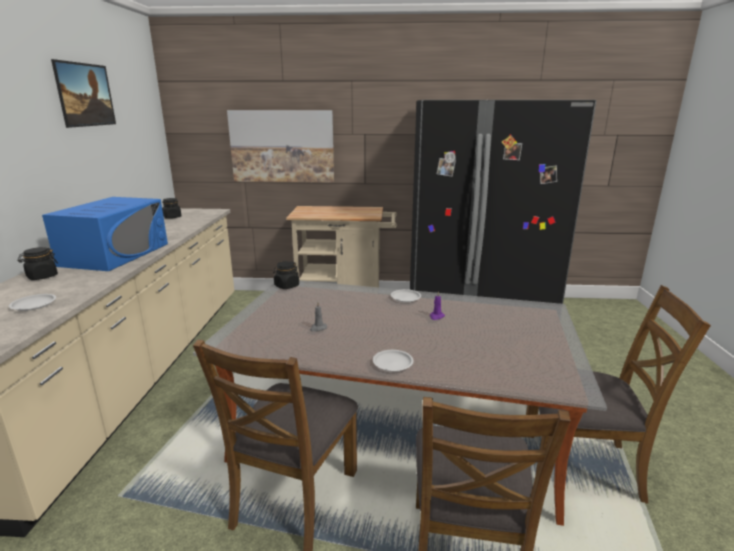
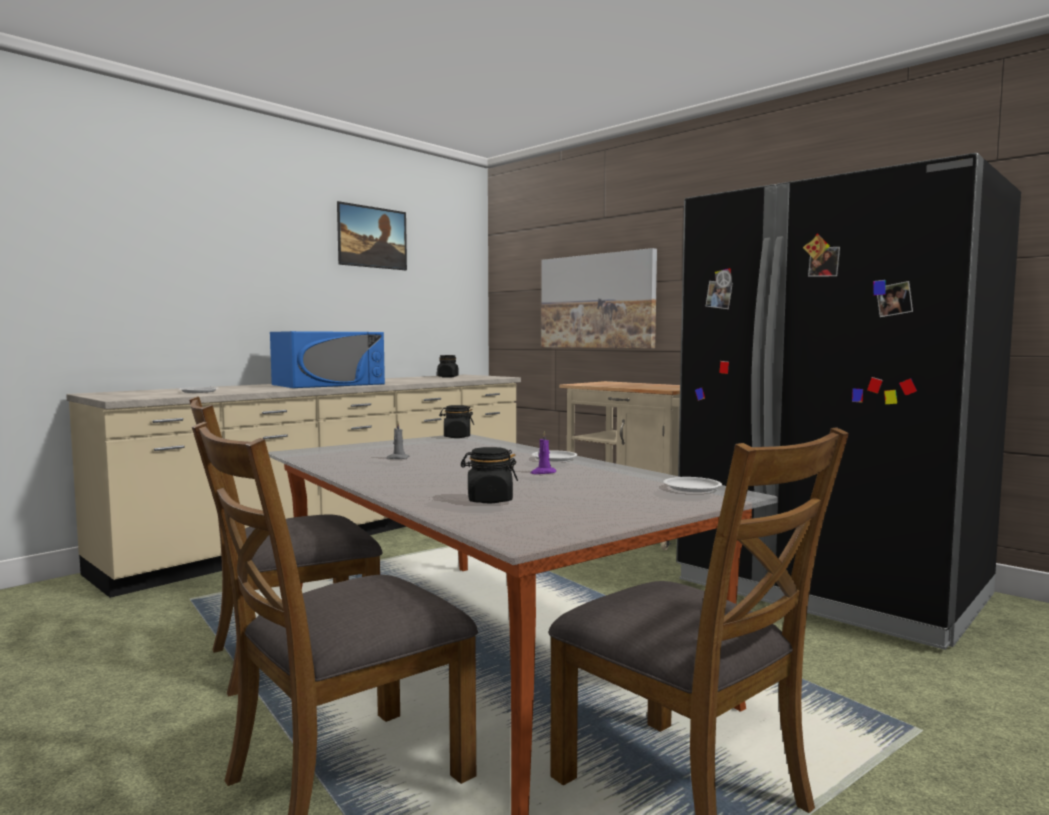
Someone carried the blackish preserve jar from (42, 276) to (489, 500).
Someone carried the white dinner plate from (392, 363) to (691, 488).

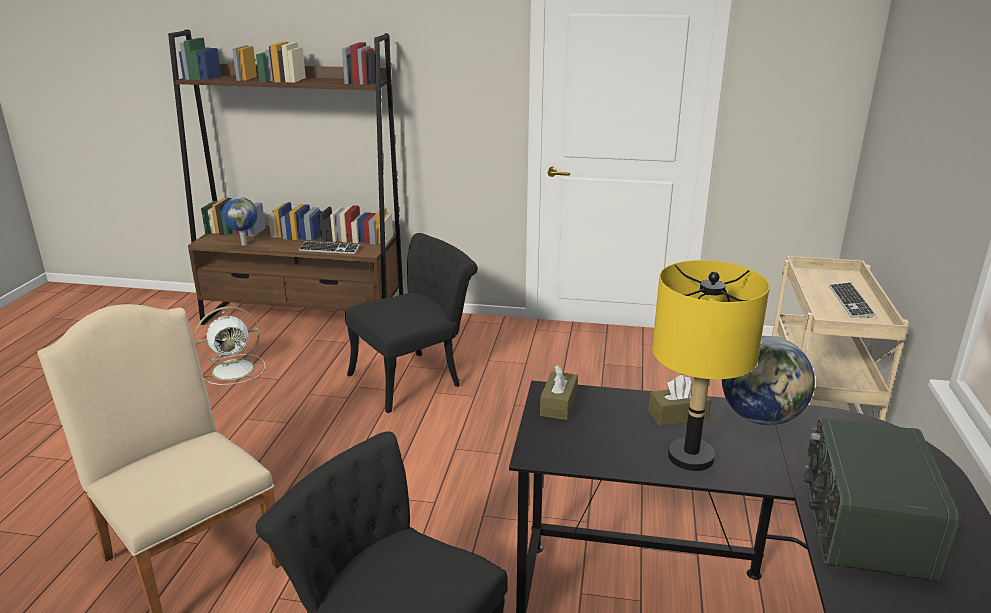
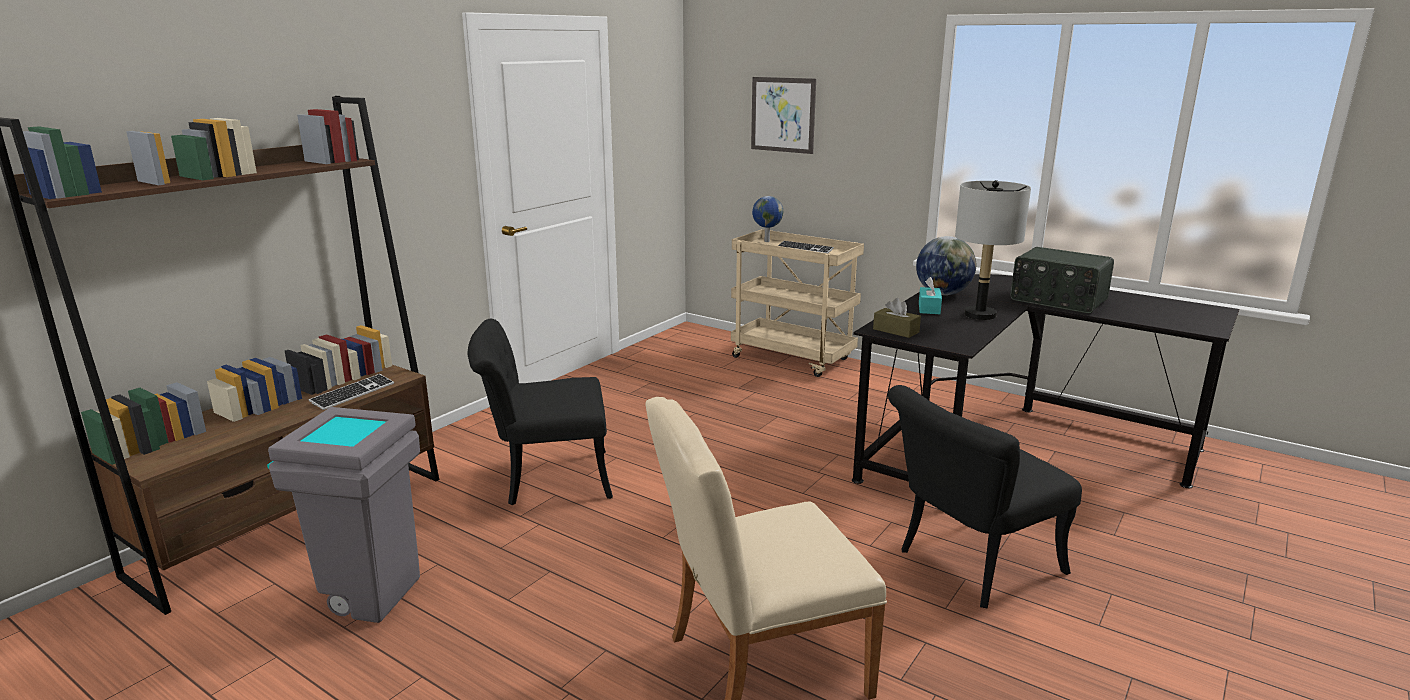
Someone swapped the white electric fan at (235, 369) for the greyish rubbish bin at (365, 595).
Someone carried the globe from (244, 244) to (766, 241).
Someone rotated the blackish upright chair at (415, 377) by 90 degrees counterclockwise.
Someone repainted the brownish tissue holder at (678, 415), which became the blue-green tissue holder at (929, 308).
Someone repainted the yellow tabletop lamp at (690, 456), which became the greyish tabletop lamp at (979, 315).
Someone put up the wall art at (783, 115).

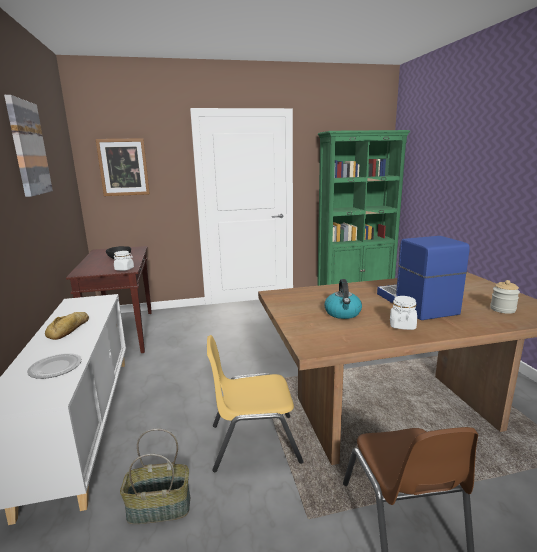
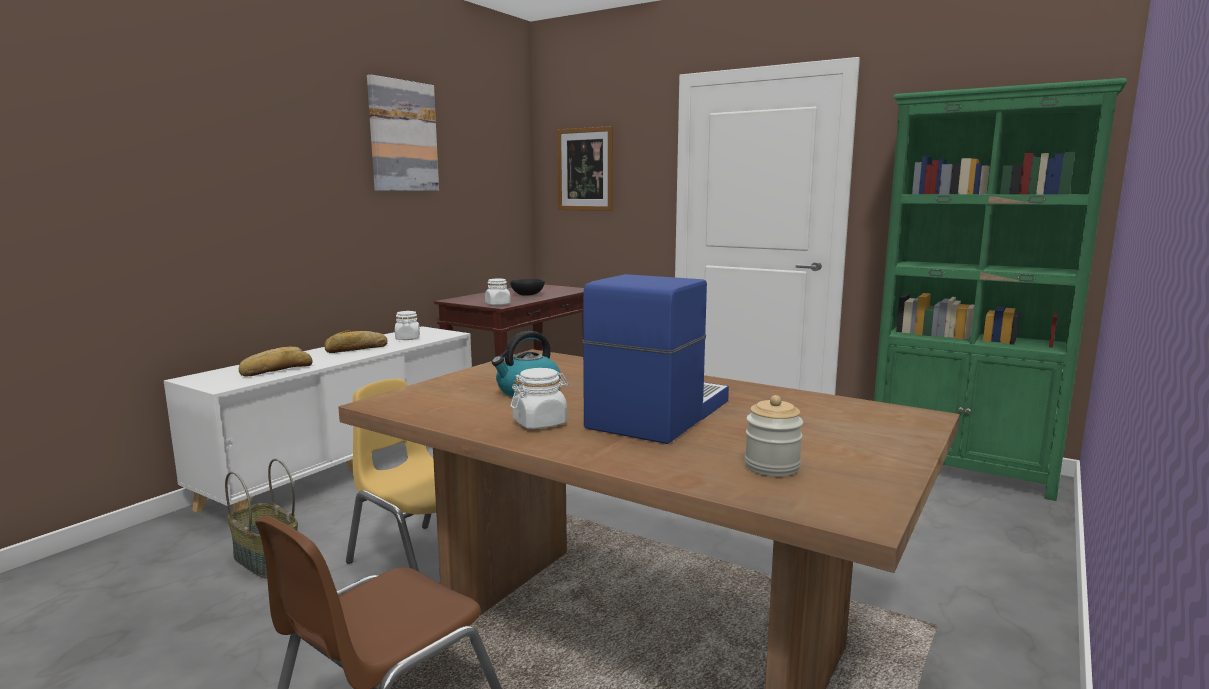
Someone swapped the dinner plate at (56, 367) for the baked bread at (275, 370).
Someone put down the white preserve jar at (407, 338).

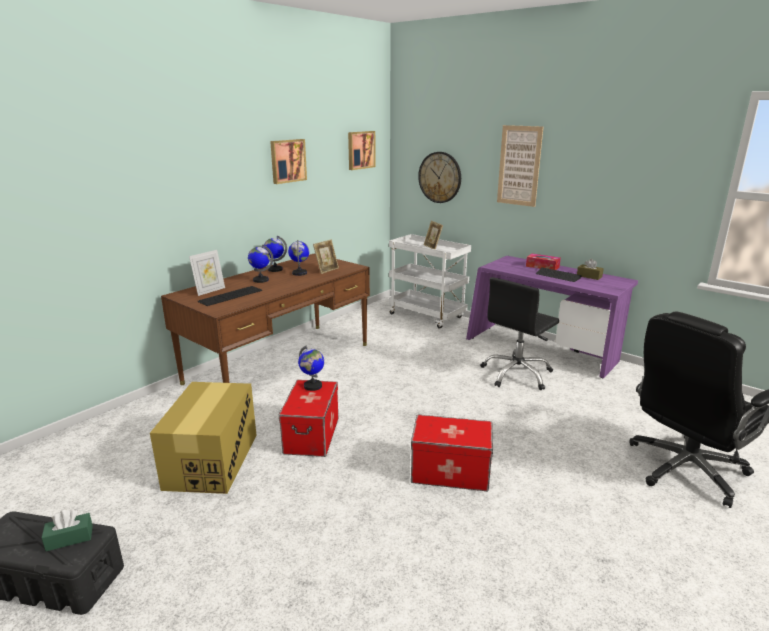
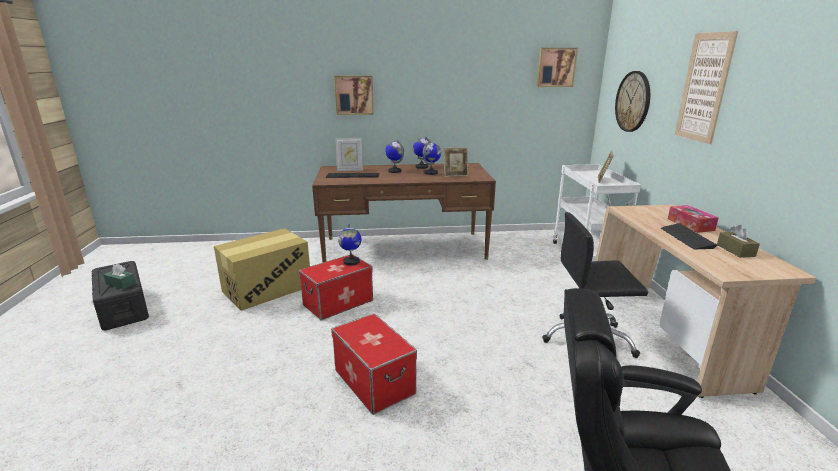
Someone carried the wall art from (287, 161) to (354, 95).
Someone repainted the purple-coloured desk at (541, 350), which became the beige desk at (664, 333).

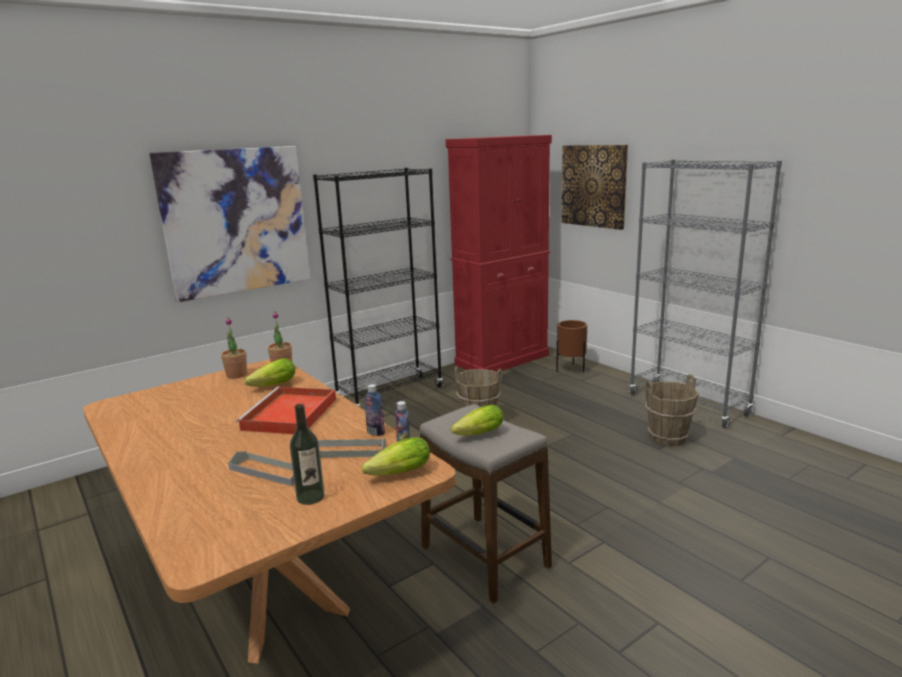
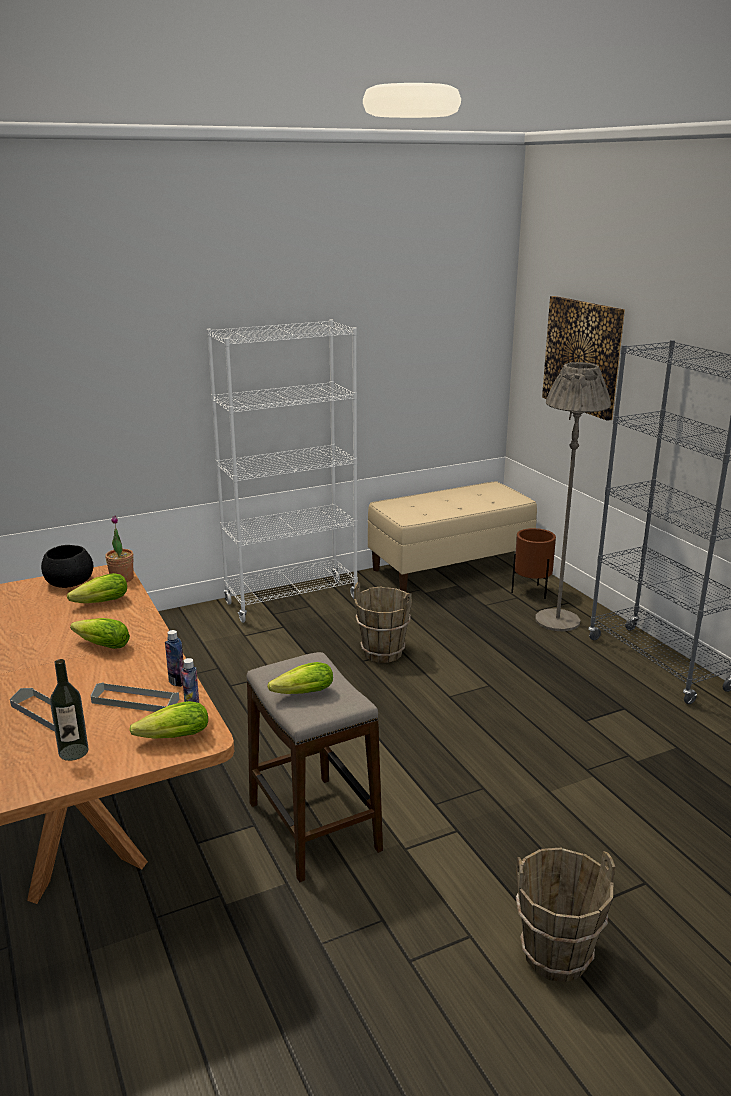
Someone took away the wall art at (236, 221).
Someone swapped the potted plant at (236, 375) for the blackish serving bowl at (70, 582).
Someone swapped the red serving tray at (289, 415) for the lettuce at (100, 645).
Someone repainted the blackish bookcase at (390, 394), which became the white bookcase at (292, 600).
Someone swapped the red storage cabinet at (502, 360) for the beige long seat at (450, 567).
Someone carried the brownish water bucket from (668, 438) to (556, 956).
Someone put down the greyish standard lamp at (557, 620).

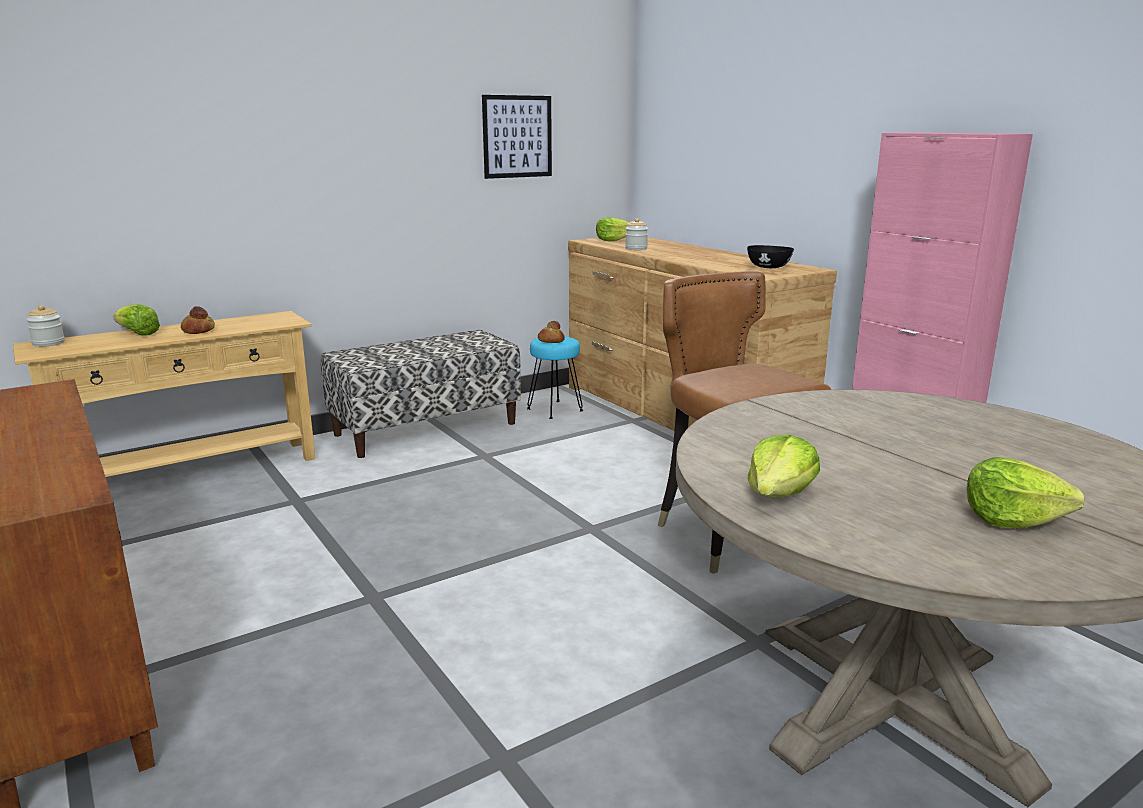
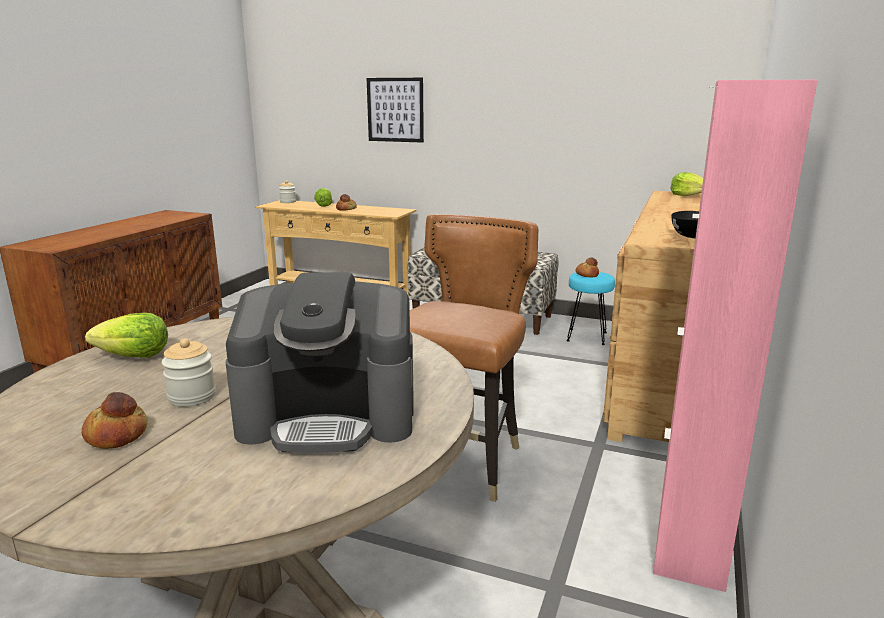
Someone carried the wall art from (517, 136) to (395, 110).
Someone carried the preserve jar from (636, 248) to (192, 396).
Someone swapped the lettuce at (1011, 519) for the baked bread at (118, 435).
Someone put down the coffee maker at (329, 416).

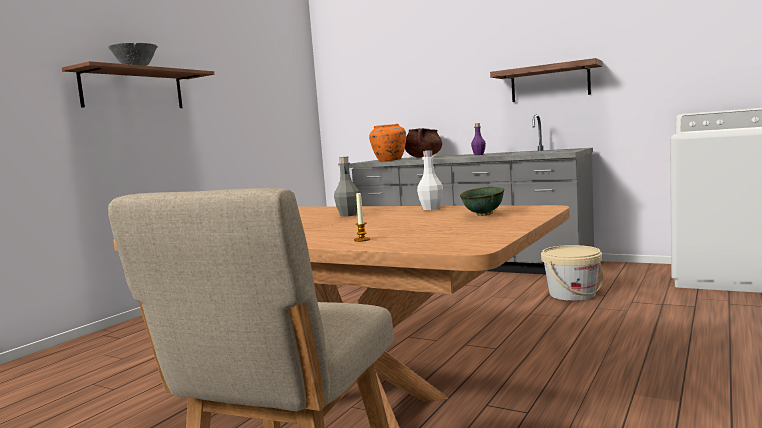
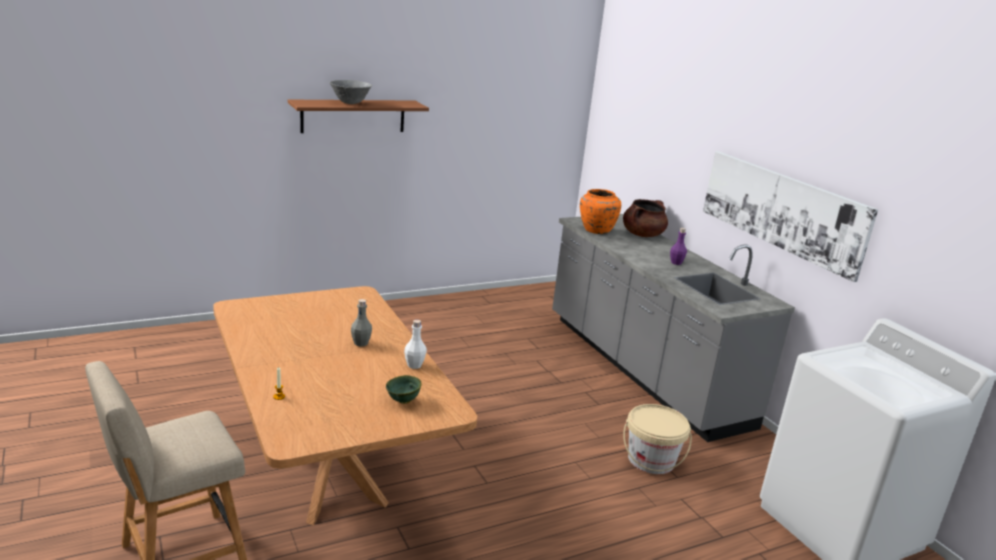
Someone swapped the shelf at (549, 83) for the wall art at (781, 210).

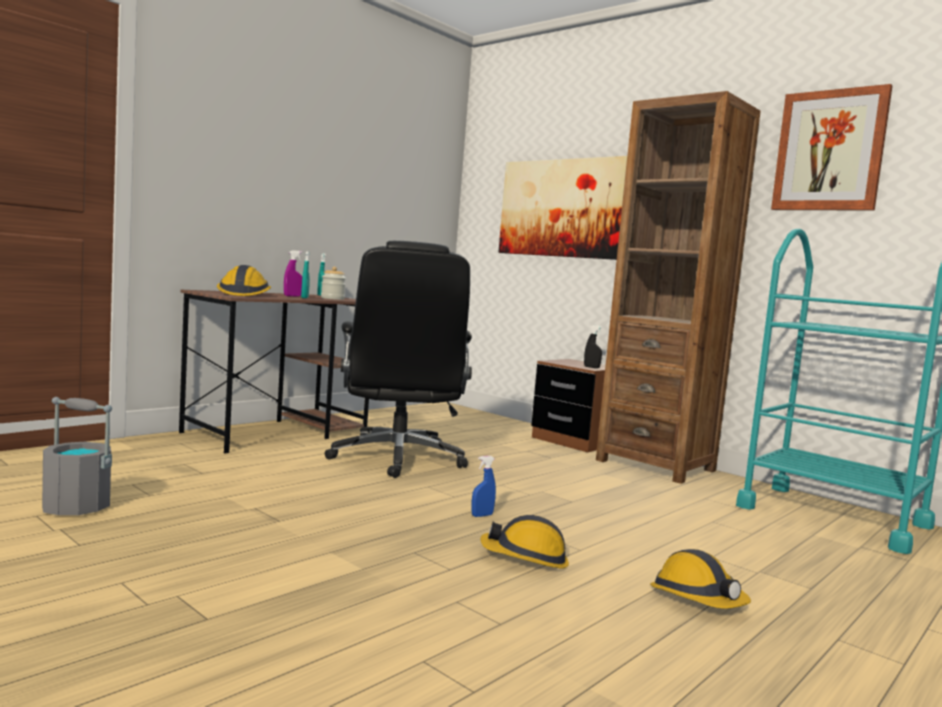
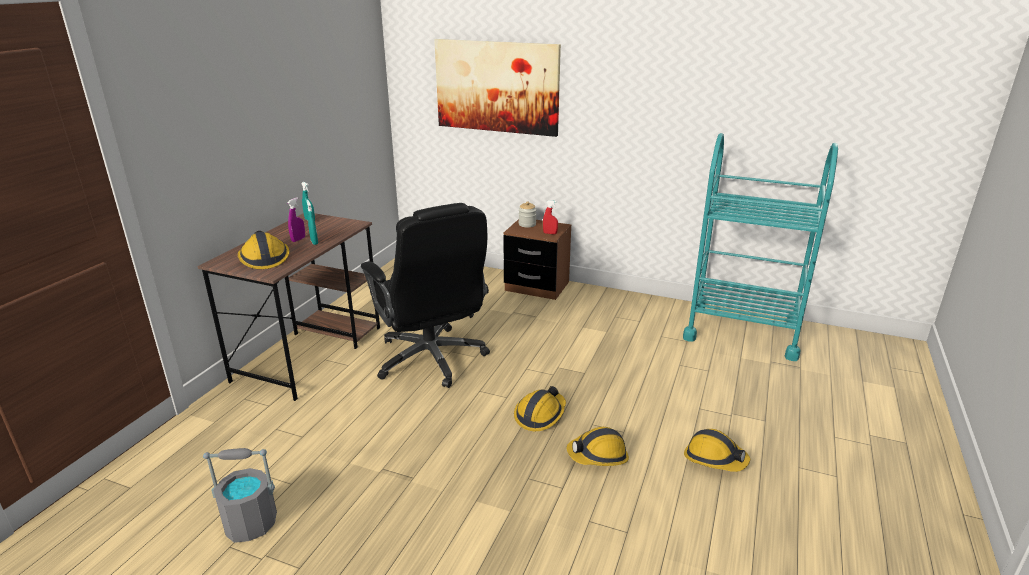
Someone carried the preserve jar from (332, 298) to (527, 224).
Someone swapped the blue-coloured spray bottle at (482, 515) for the safety helmet at (540, 415).
Someone repainted the blackish spray bottle at (591, 367), which became the red spray bottle at (550, 233).
Someone took away the brownish bookcase at (655, 465).
Someone took away the wall art at (829, 151).

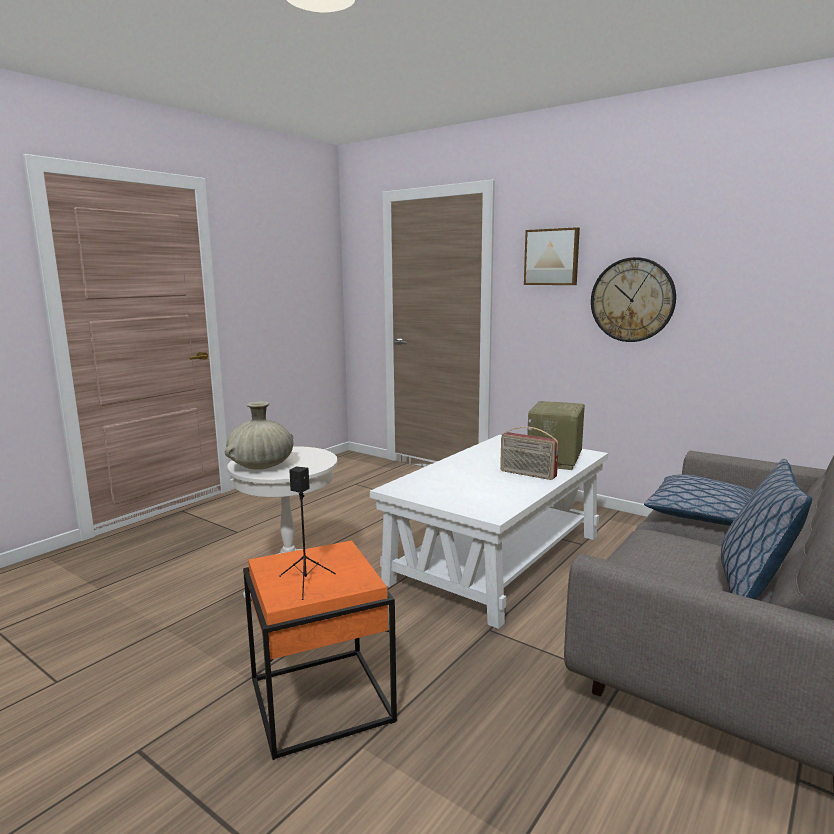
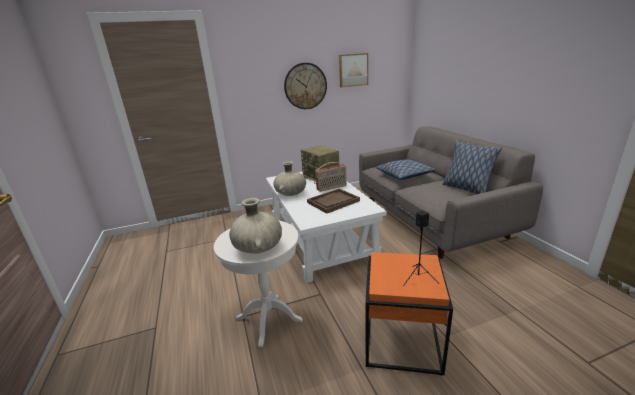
Someone carried the wall art from (552, 257) to (353, 70).
Someone put down the beige decorative vase at (290, 194).
Someone put down the brownish serving tray at (333, 202).

